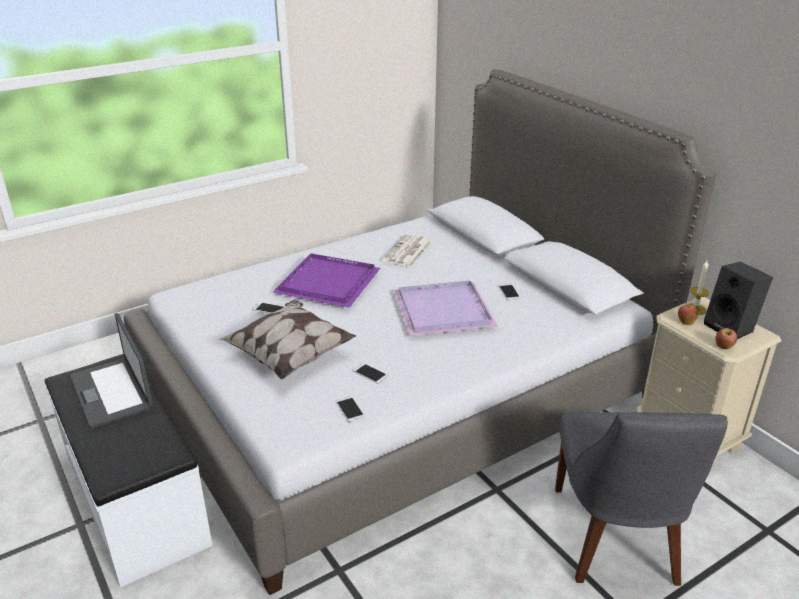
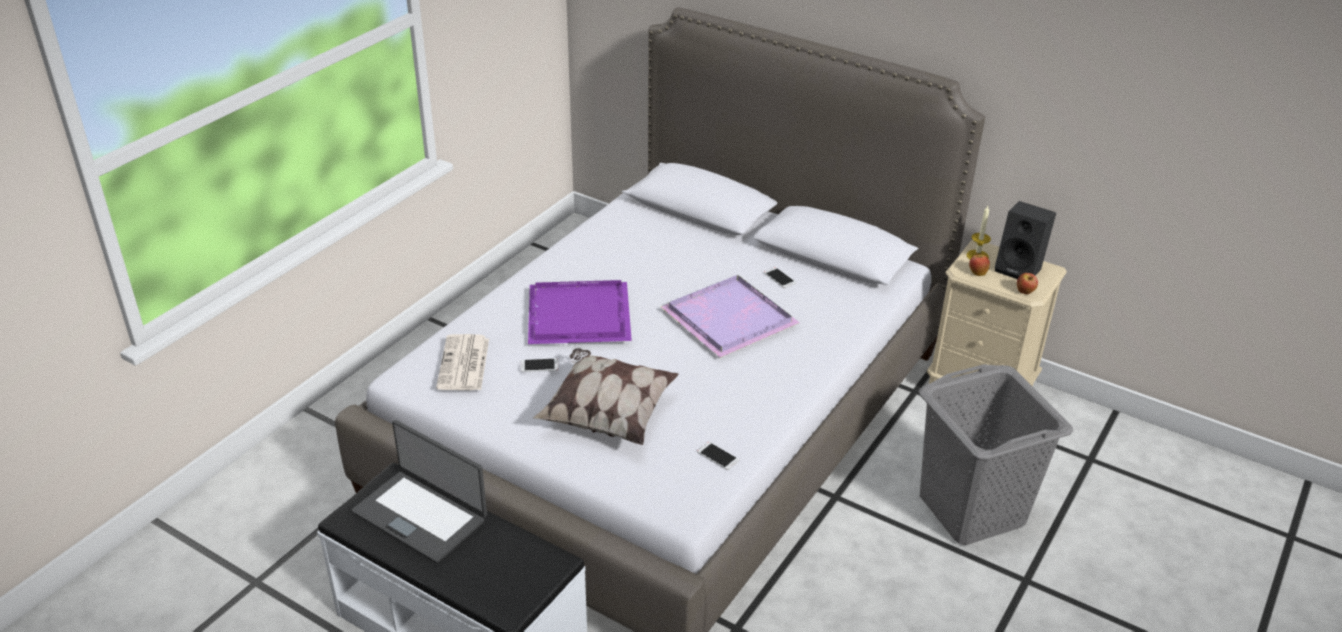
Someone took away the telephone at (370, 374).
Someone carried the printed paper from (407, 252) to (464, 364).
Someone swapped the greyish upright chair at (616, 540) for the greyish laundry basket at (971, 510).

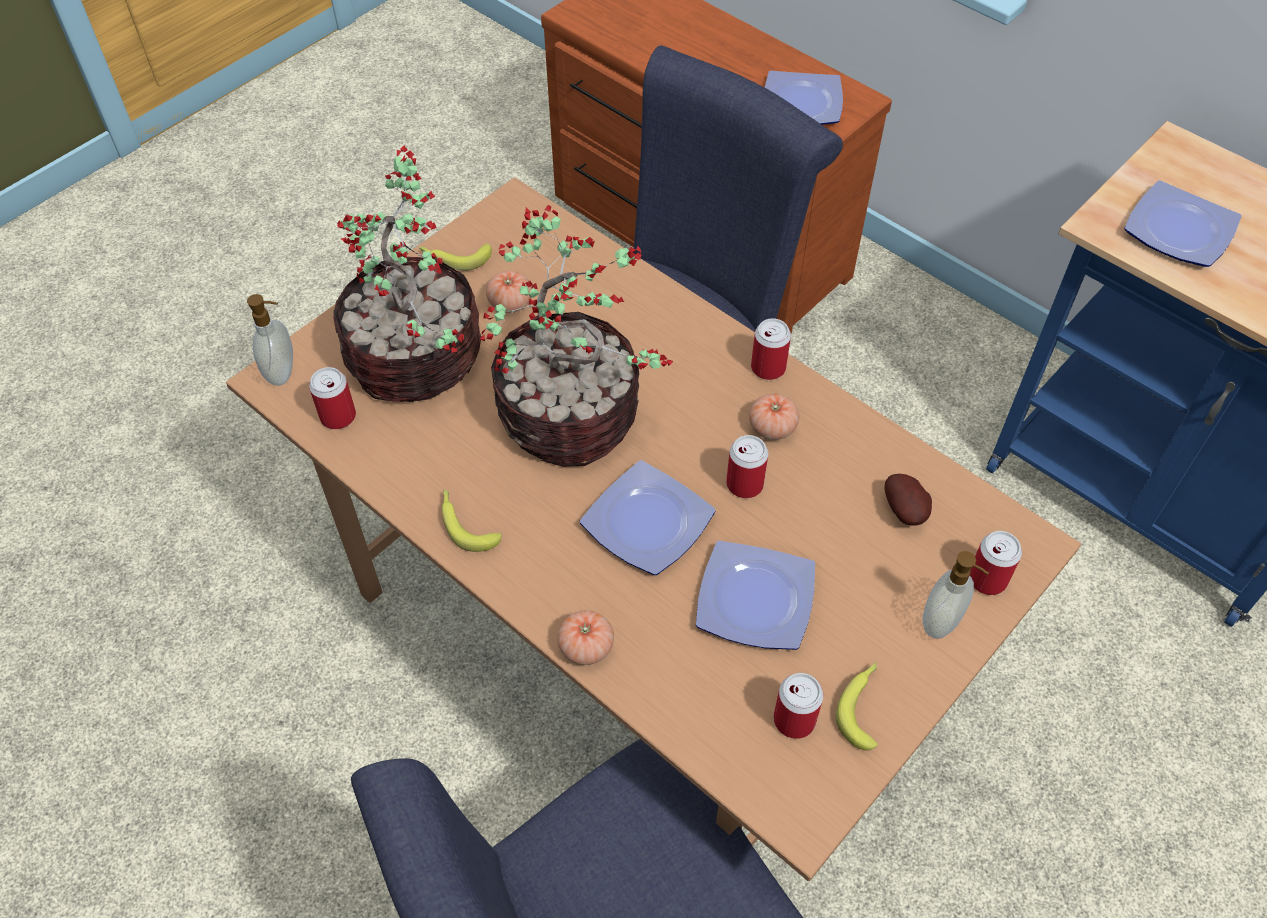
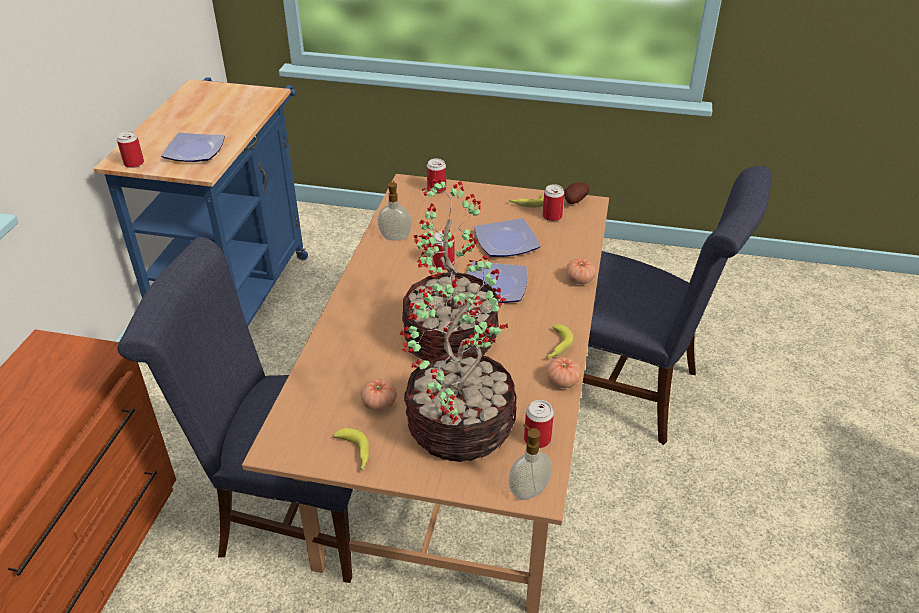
Someone carried the tomato from (772, 427) to (562, 381).
Someone carried the metal can from (768, 368) to (134, 163).
Someone took away the dinner plate at (800, 102).
Someone carried the whole potato from (906, 511) to (574, 201).
Someone carried the liquid soap bottle from (941, 622) to (395, 237).

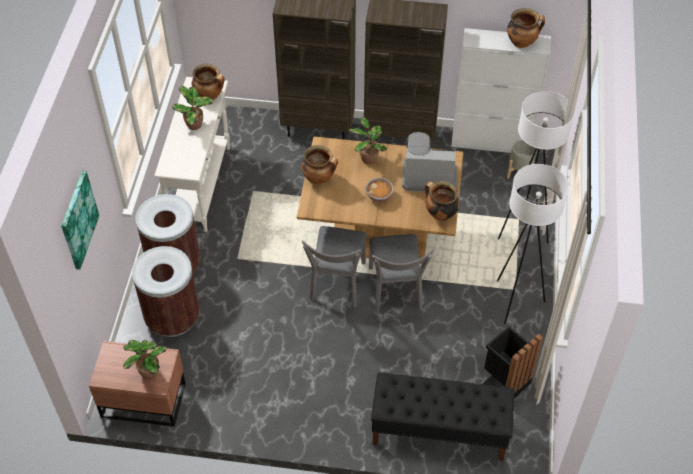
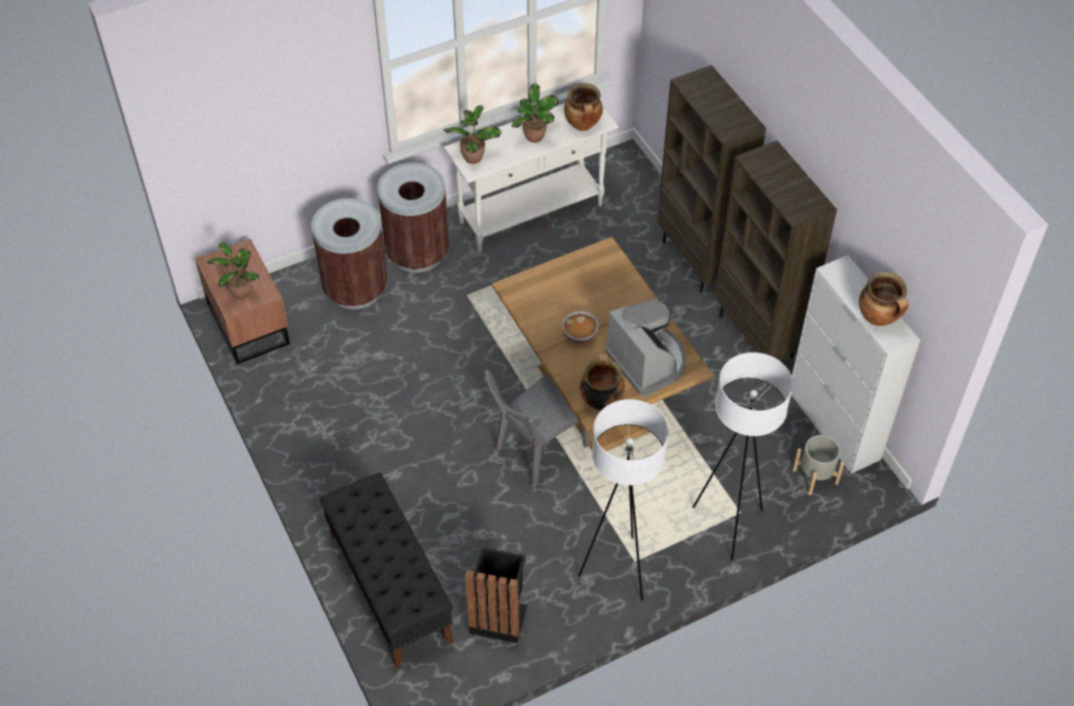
Someone took away the wall art at (78, 220).
Someone took away the stockpot at (319, 178).
Someone took away the greyish upright chair at (337, 285).
Someone carried the potted plant from (368, 158) to (473, 156).

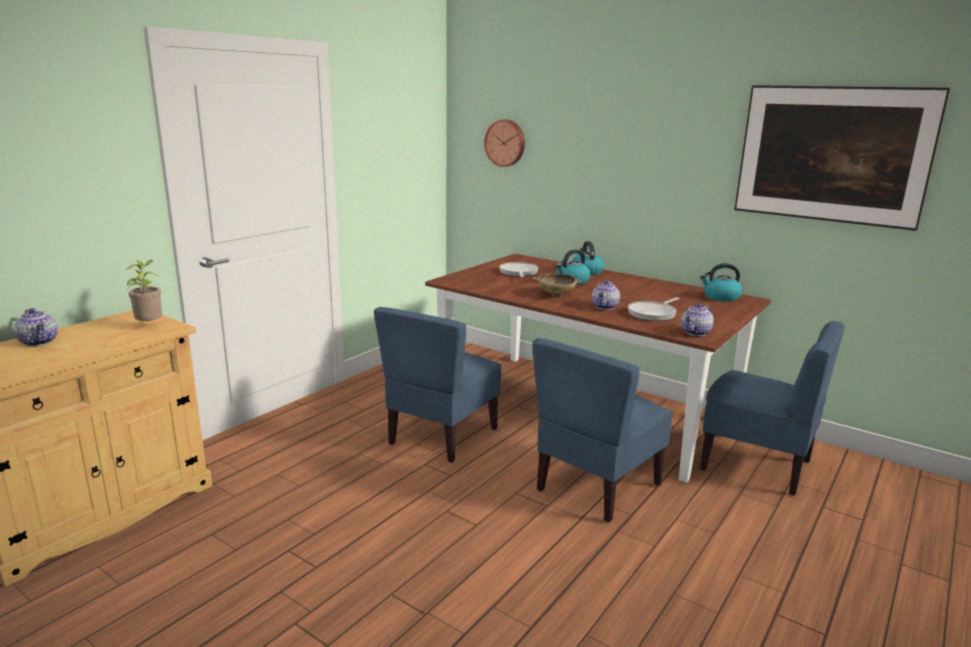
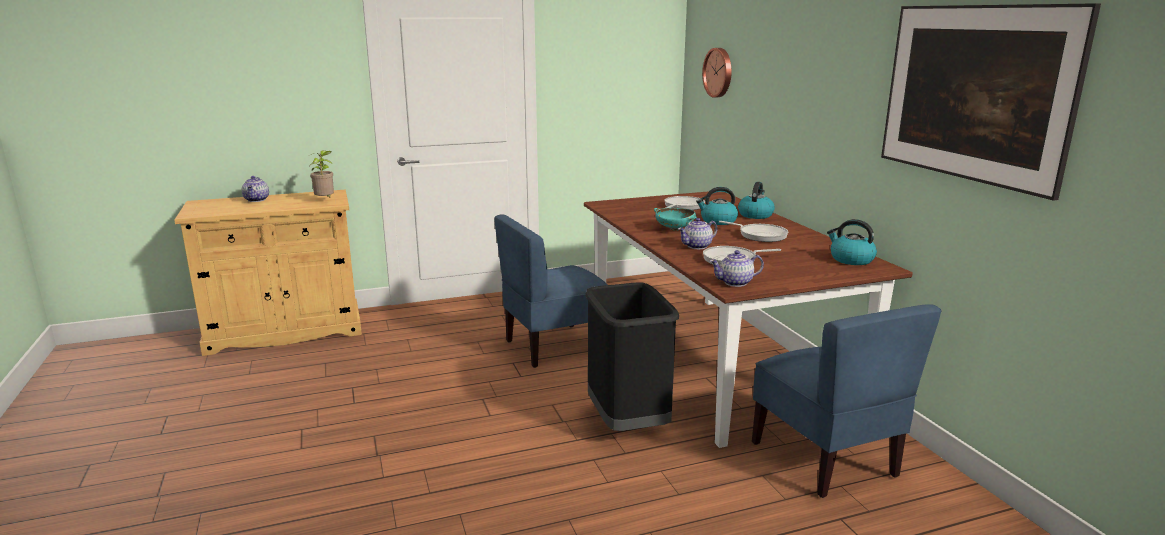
Someone swapped the blue-coloured upright chair at (596, 487) for the blackish rubbish bin at (627, 422).
Someone repainted the beige serving bowl at (556, 294), which became the blue-green serving bowl at (674, 229).
Someone put down the frying pan at (760, 235).

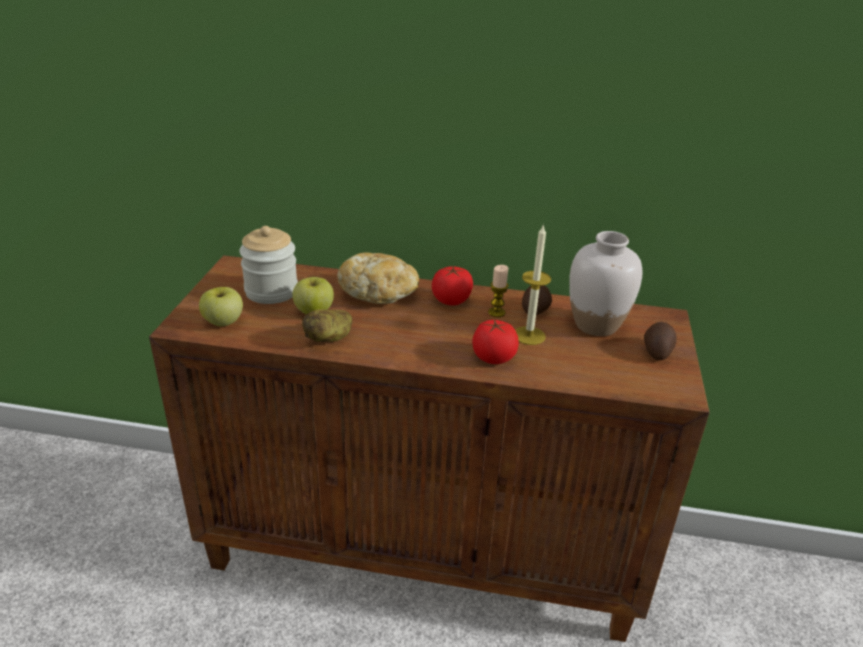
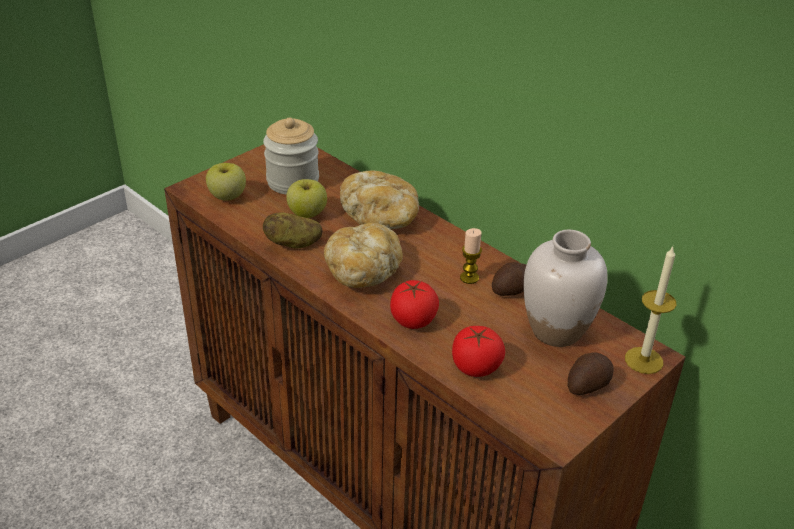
Someone carried the tomato from (451, 300) to (476, 367).
Someone carried the candle from (529, 335) to (644, 360).
Someone put down the baked bread at (363, 270).

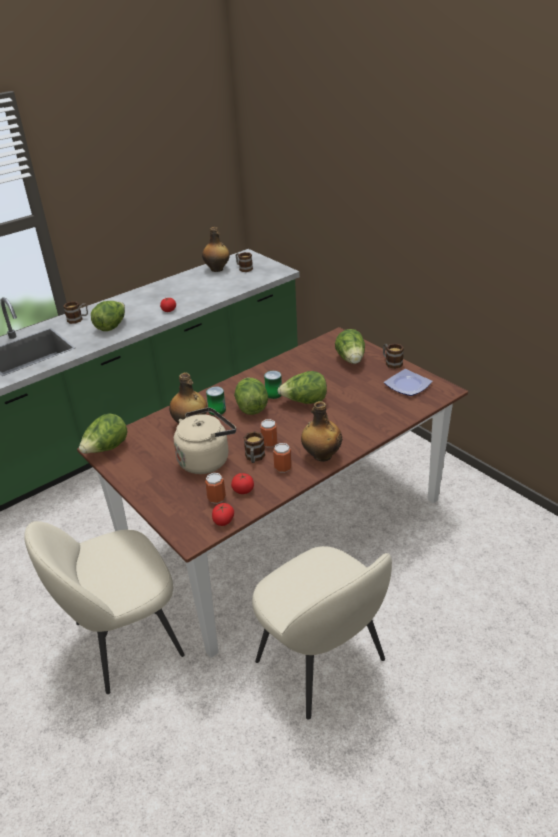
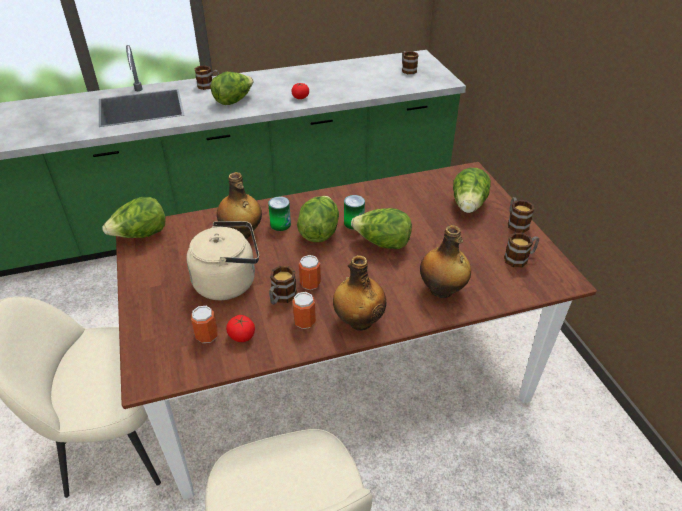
Someone carried the beverage bottle from (217, 269) to (442, 290).
Someone took away the tomato at (223, 521).
Someone swapped the dinner plate at (407, 385) for the tea mug at (520, 258).

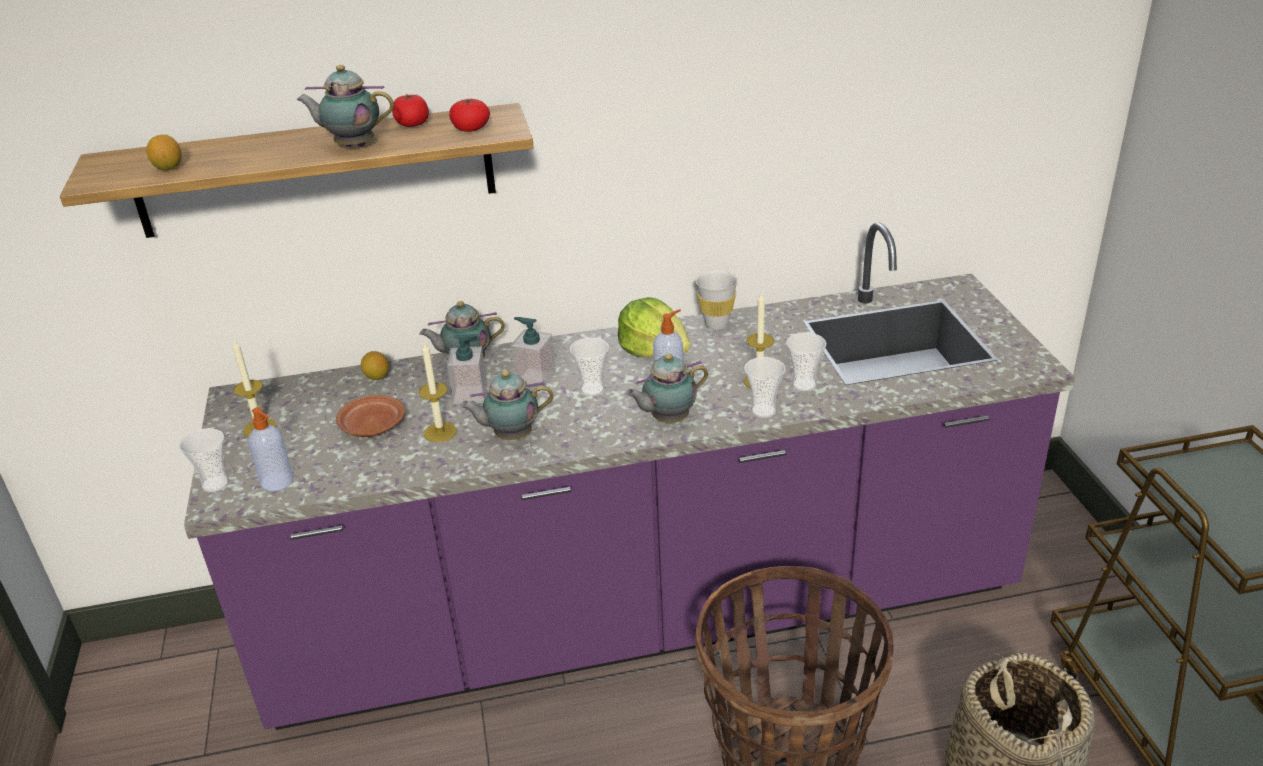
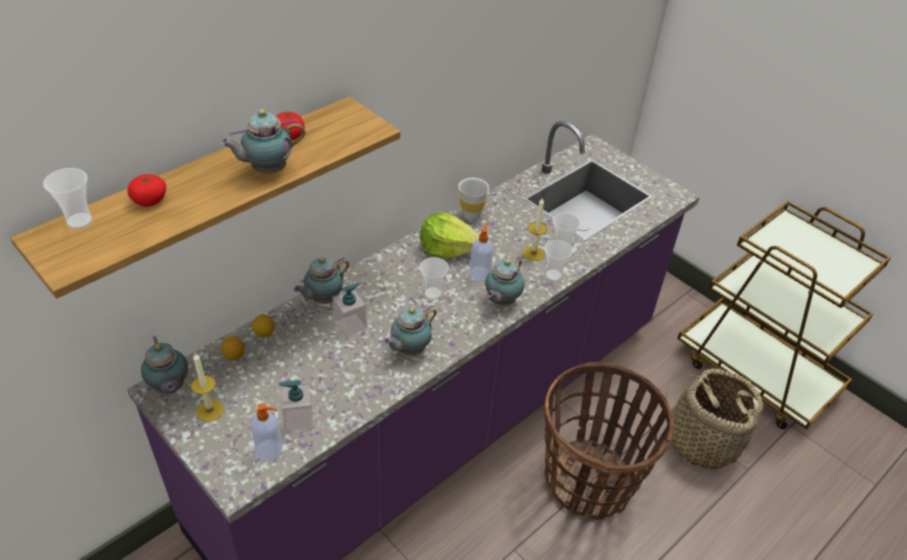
Someone carried the whole lemon from (168, 167) to (234, 356).
Someone carried the cup from (215, 484) to (79, 221).
Someone took away the brownish dinner plate at (371, 426).
Someone took away the candle at (440, 432).
Someone carried the tomato from (471, 128) to (149, 200).
Someone carried the liquid soap bottle from (535, 378) to (299, 420).
Someone put down the tea pot at (169, 388).

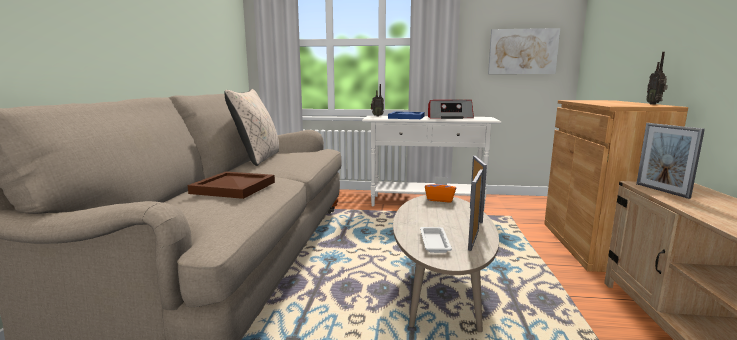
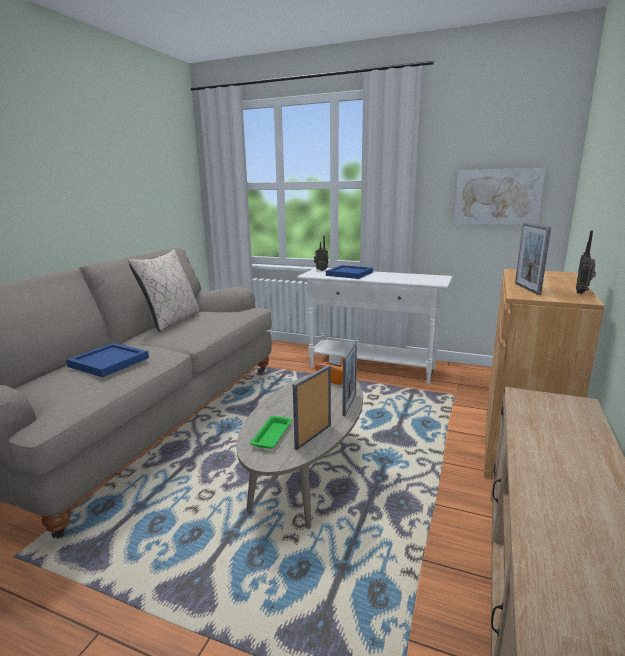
Someone repainted the brownish serving tray at (234, 188), which became the blue-coloured serving tray at (108, 362).
Someone repainted the white serving tray at (434, 242), which became the green-coloured serving tray at (272, 434).
Someone took away the radio at (449, 117).
Someone carried the photo frame from (661, 190) to (527, 288).

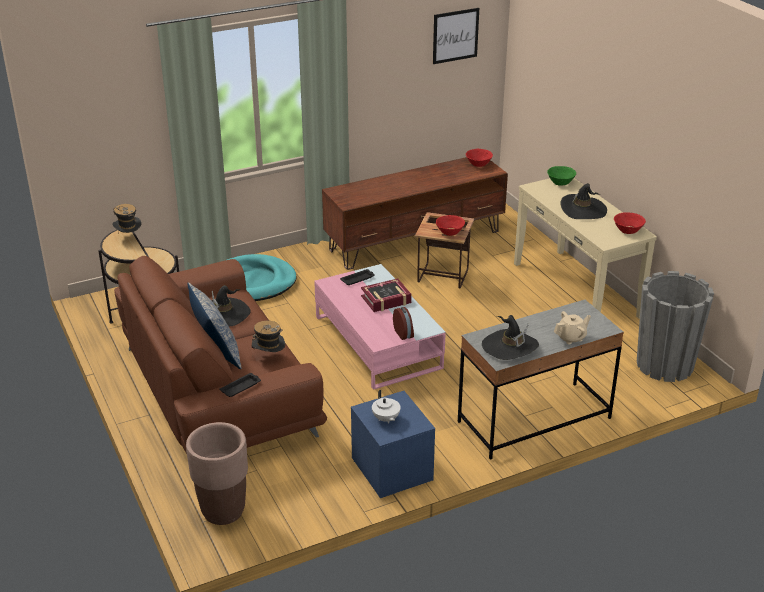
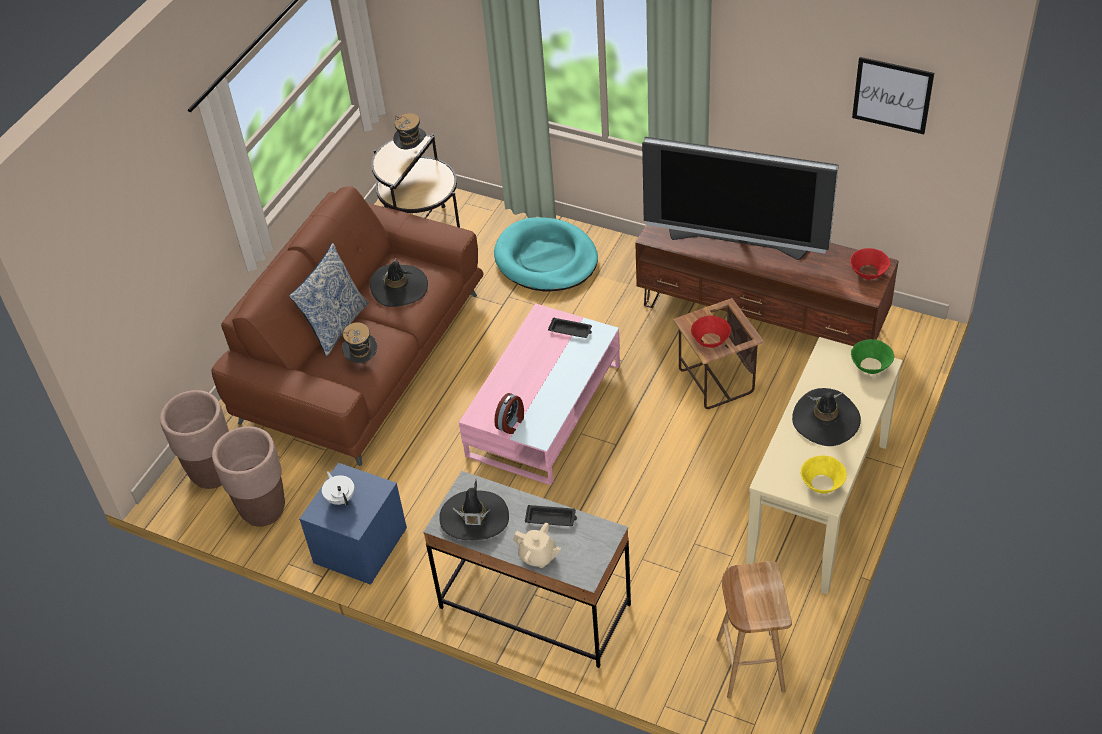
Someone carried the blackish serving tray from (241, 387) to (551, 518).
Someone took away the bound book at (386, 300).
Someone rotated the white tea pot at (385, 419) by 120 degrees clockwise.
Someone repainted the red serving bowl at (628, 230), which became the yellow serving bowl at (822, 483).
Someone swapped the greyish flower pot at (664, 365) for the brownish sitting stool at (749, 664).
Someone put down the brownish flower pot at (263, 510).
Someone put down the TV at (737, 241).

